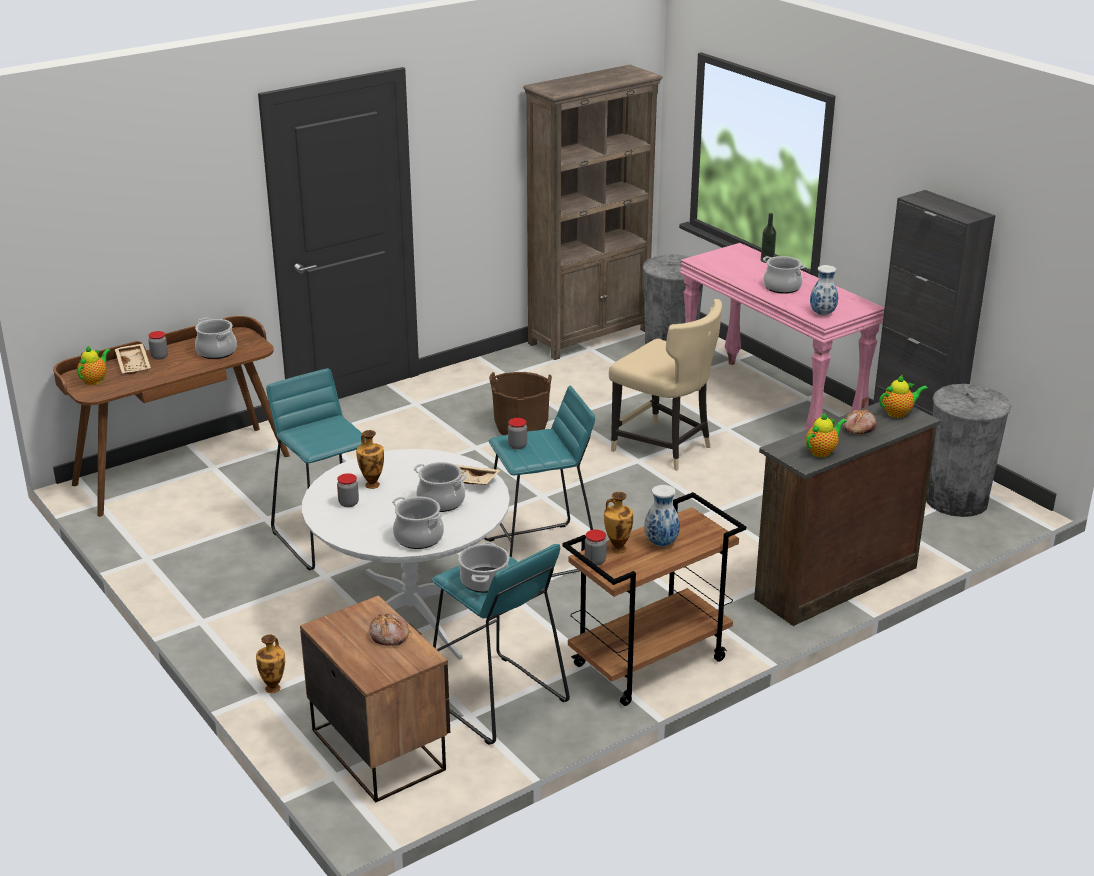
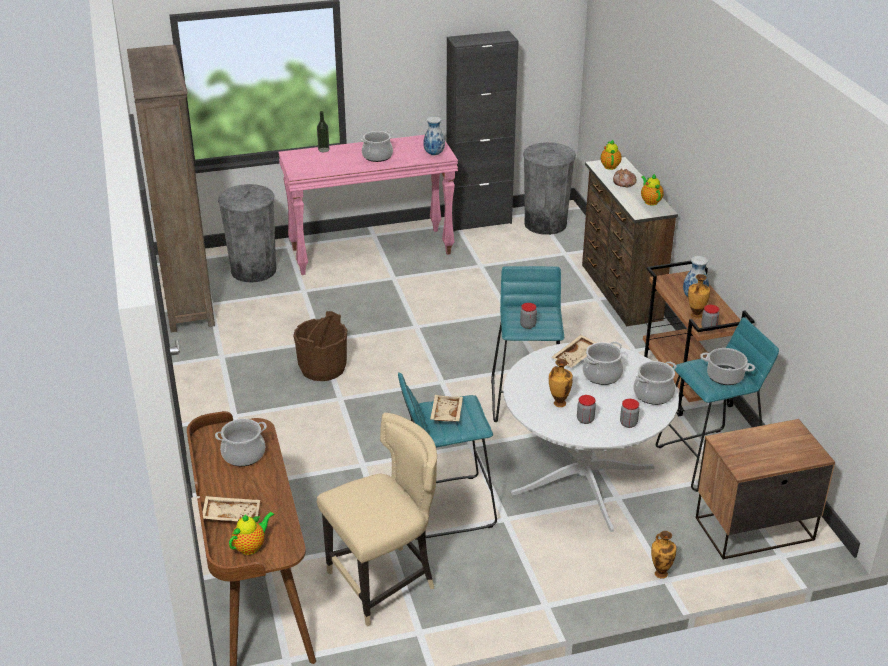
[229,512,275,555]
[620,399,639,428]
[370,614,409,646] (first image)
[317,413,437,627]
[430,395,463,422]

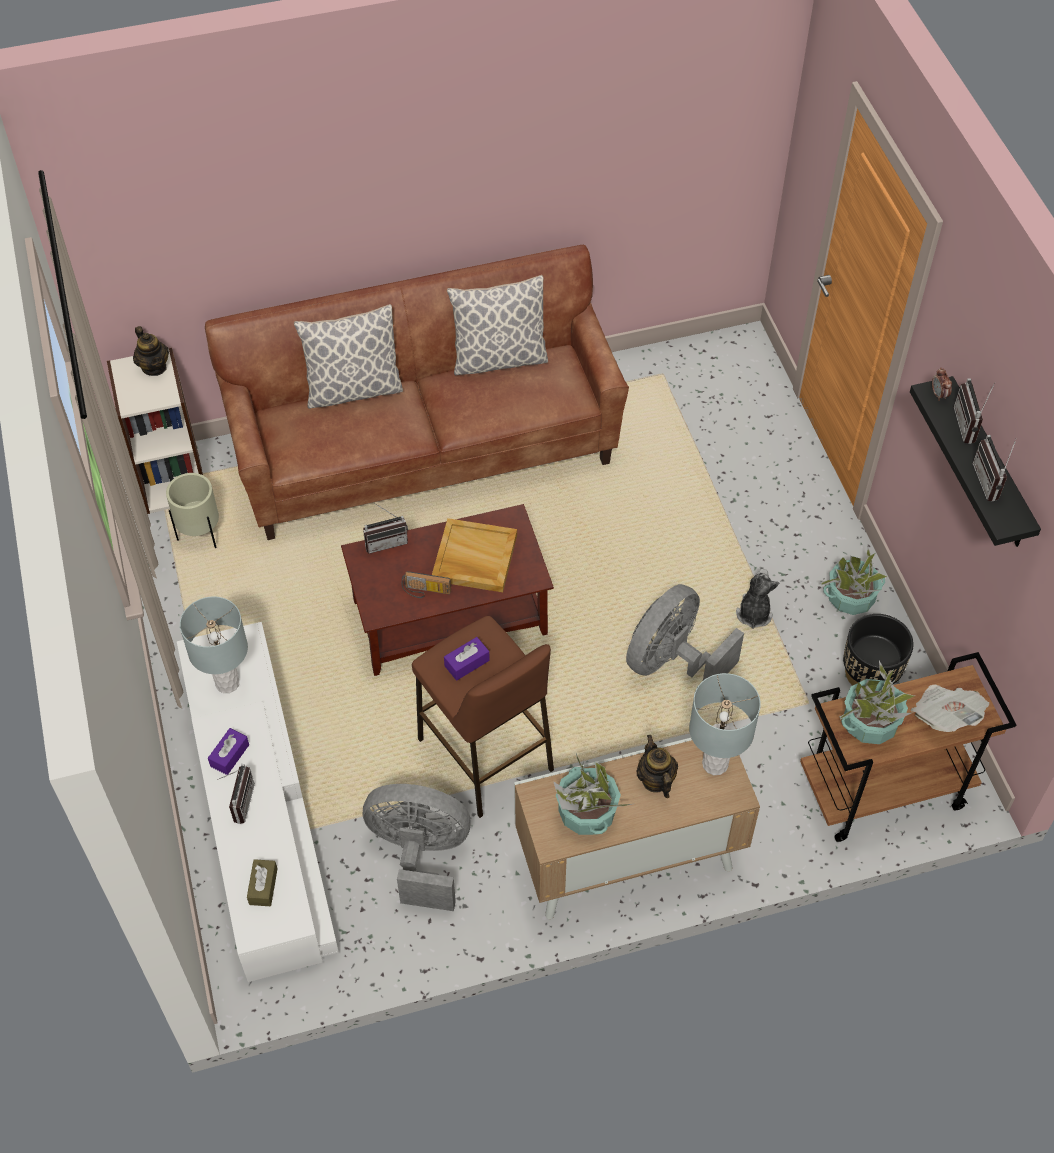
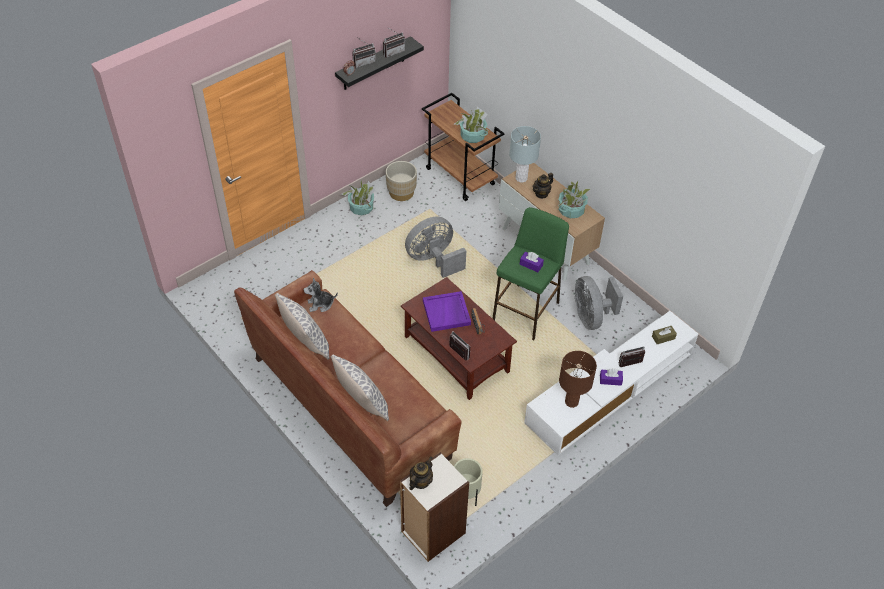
[559,351,597,408]
[492,207,569,340]
[423,291,471,332]
[405,217,466,278]
[303,278,338,312]
[386,161,417,201]
[910,684,989,732] (first image)

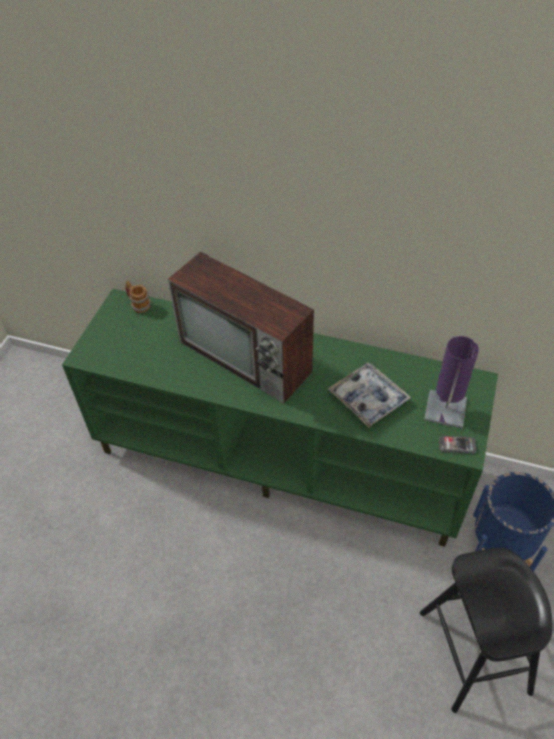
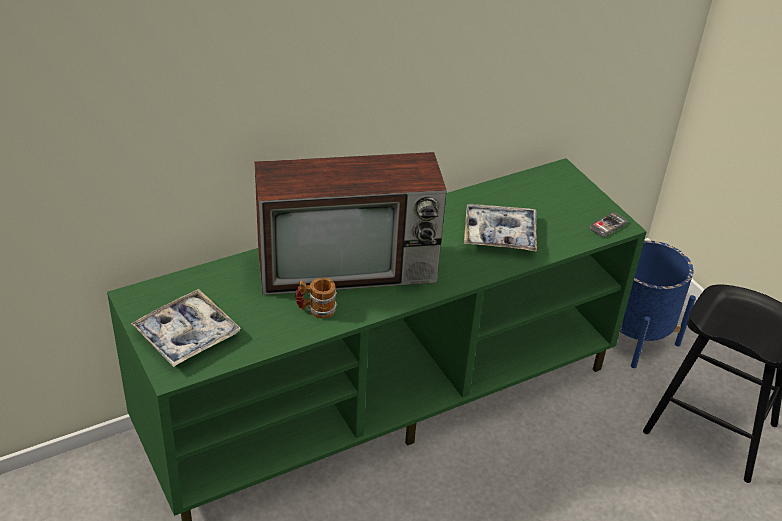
[295,277,337,318]
[424,336,479,428] (first image)
[131,289,241,367]

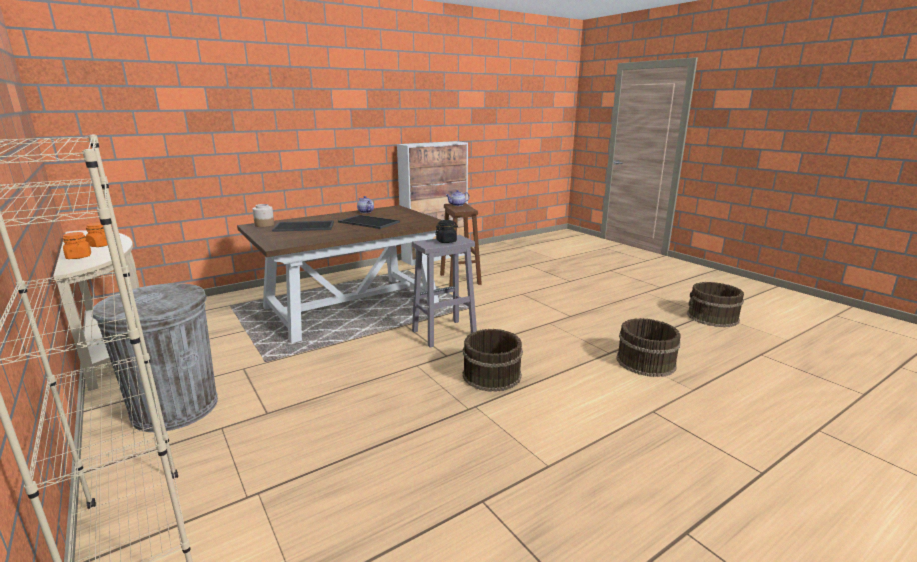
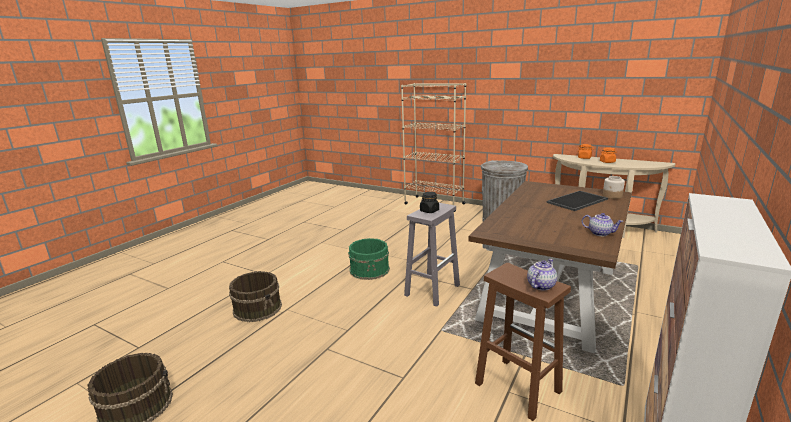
[338,215,400,229] (first image)
[348,238,390,280]

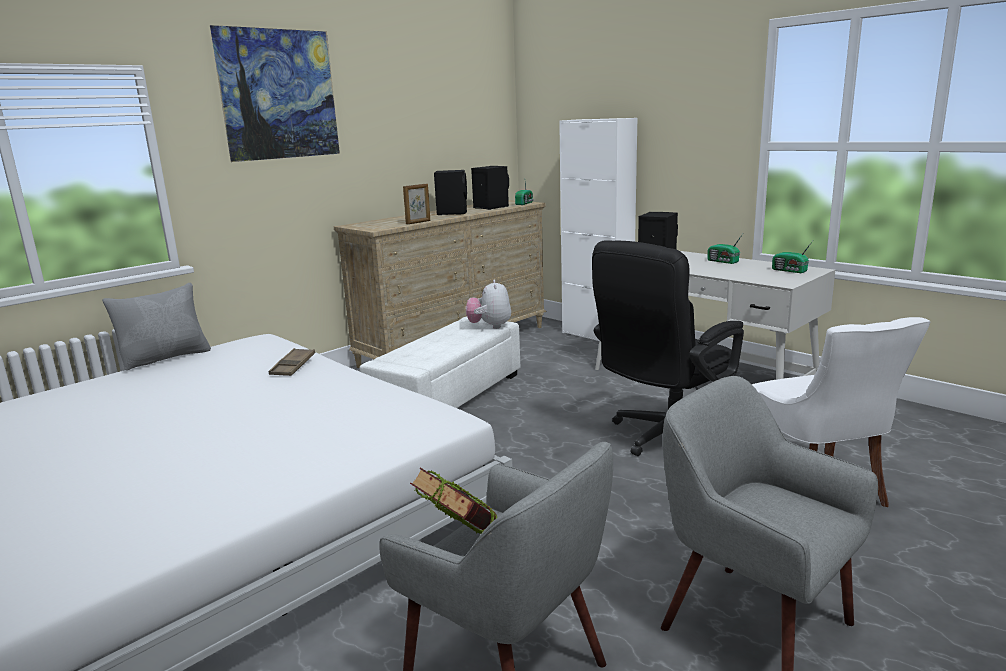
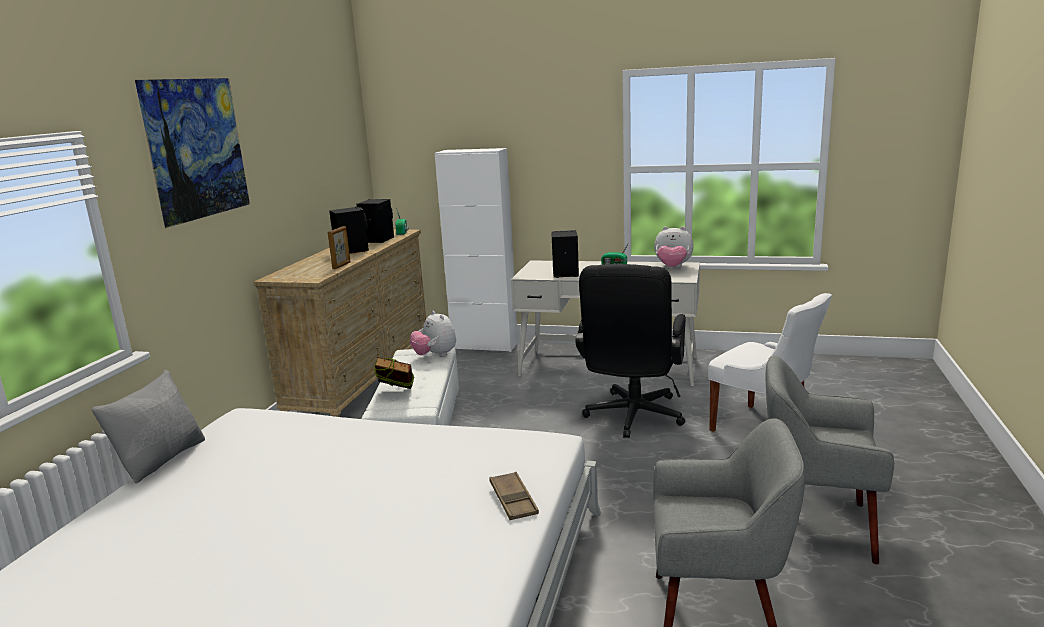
[489,472,539,520]
[374,357,414,389]
[654,226,694,267]

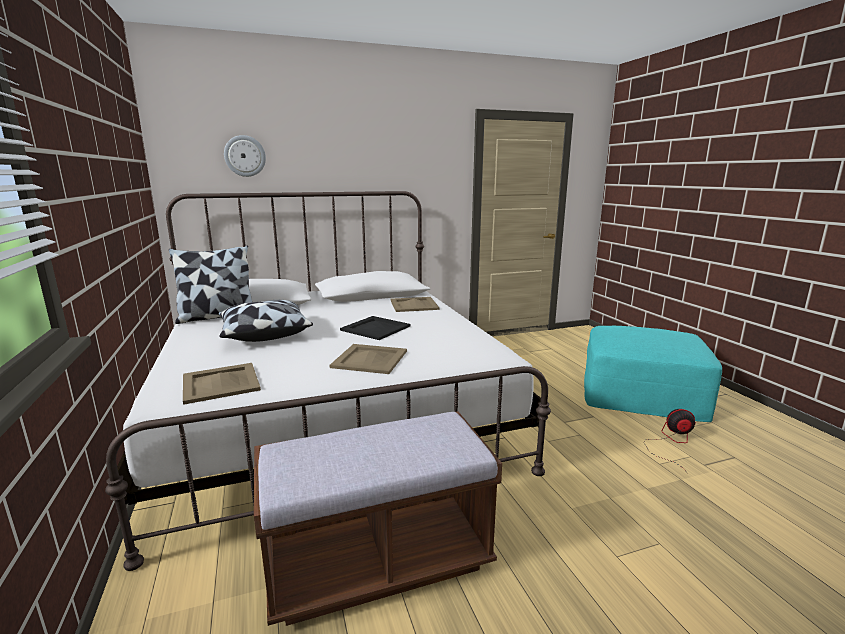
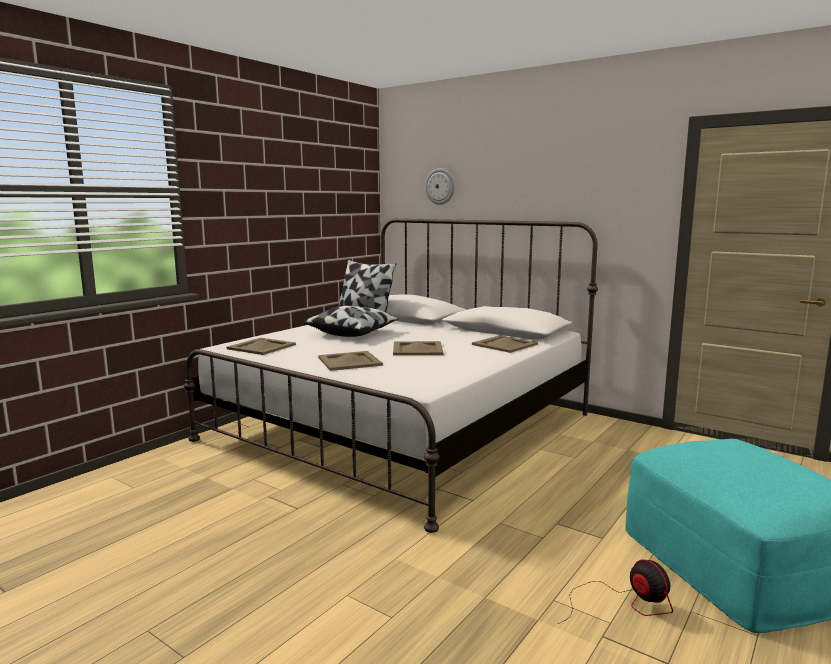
[254,412,502,626] (first image)
[393,341,443,355]

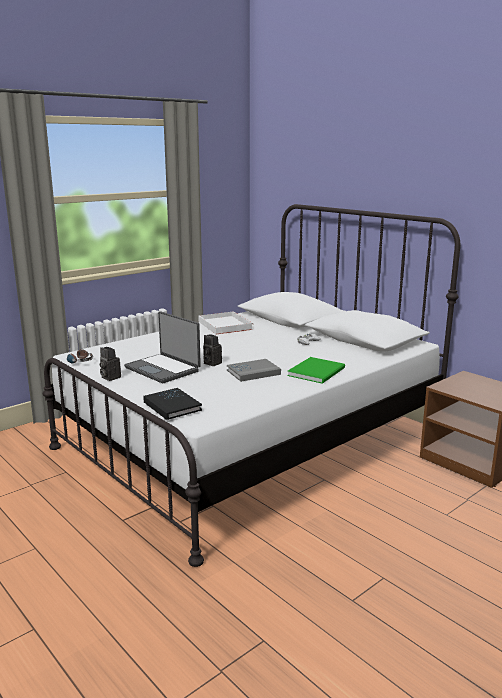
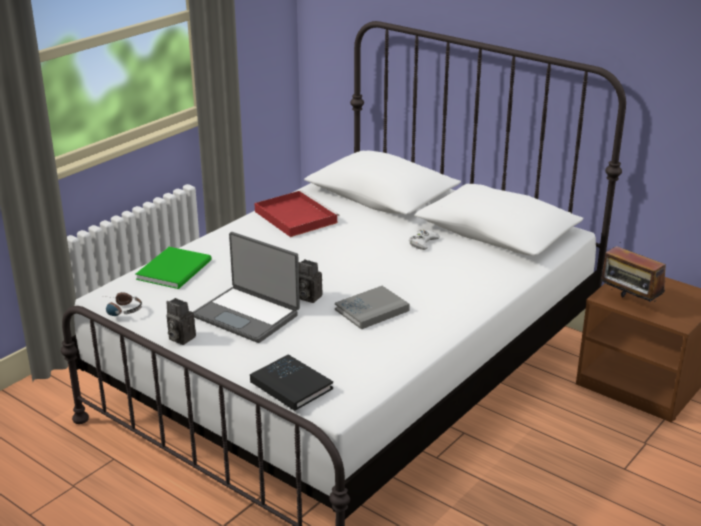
[255,190,339,237]
[136,247,212,289]
[601,242,666,304]

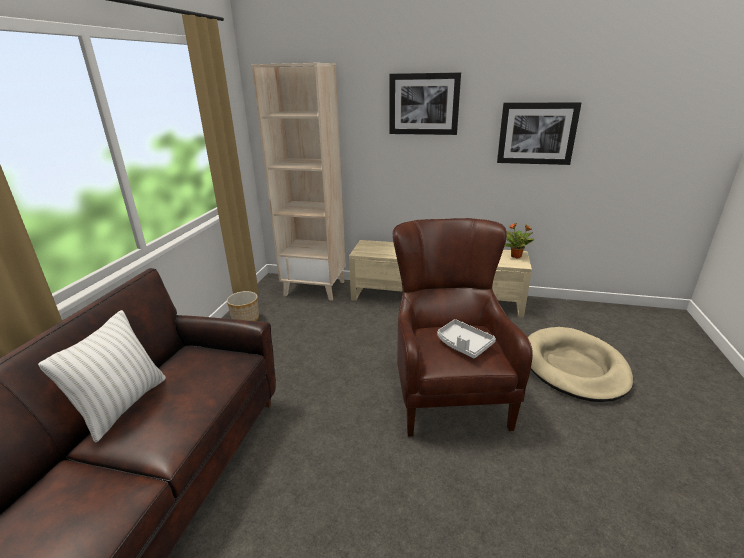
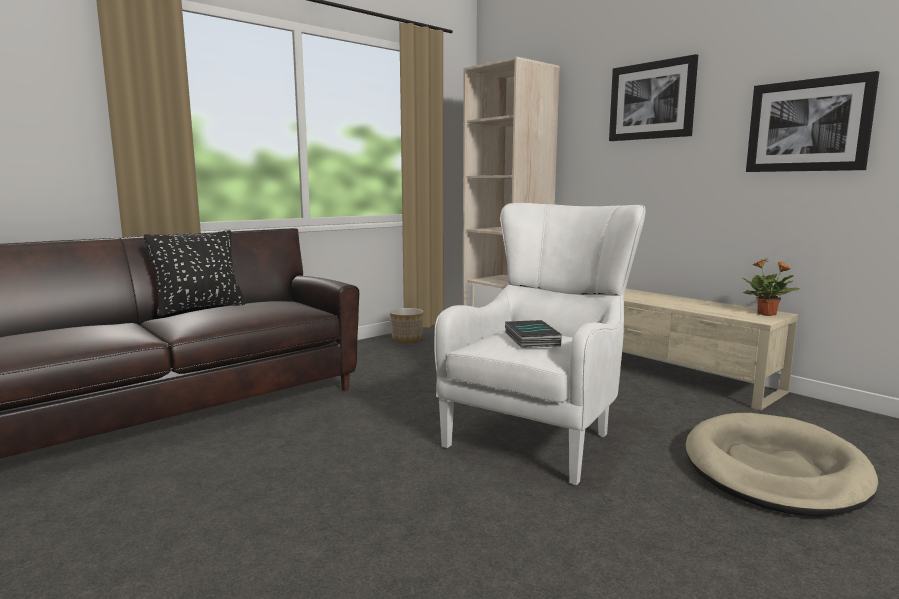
[144,230,245,316]
[434,203,646,485]
[505,320,562,348]

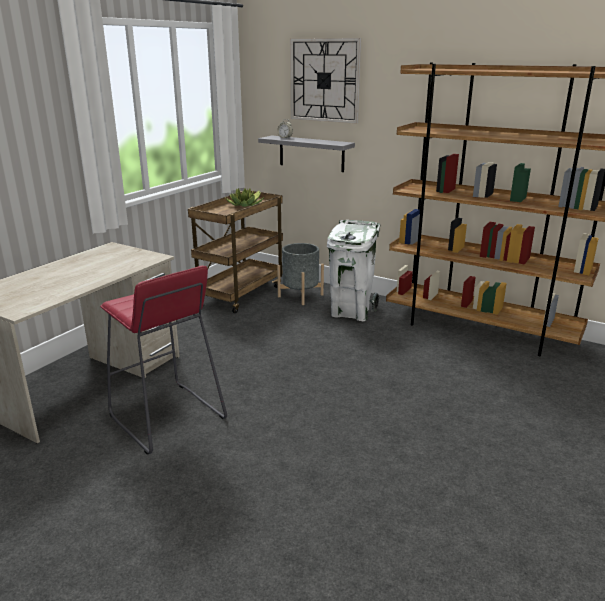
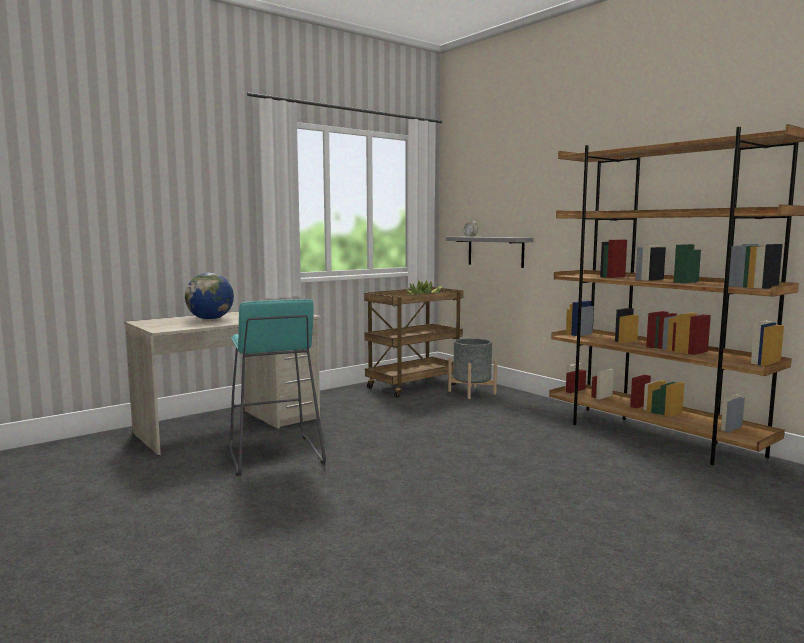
[229,299,326,476]
[290,38,361,124] (first image)
[327,220,380,321] (first image)
[185,273,234,320]

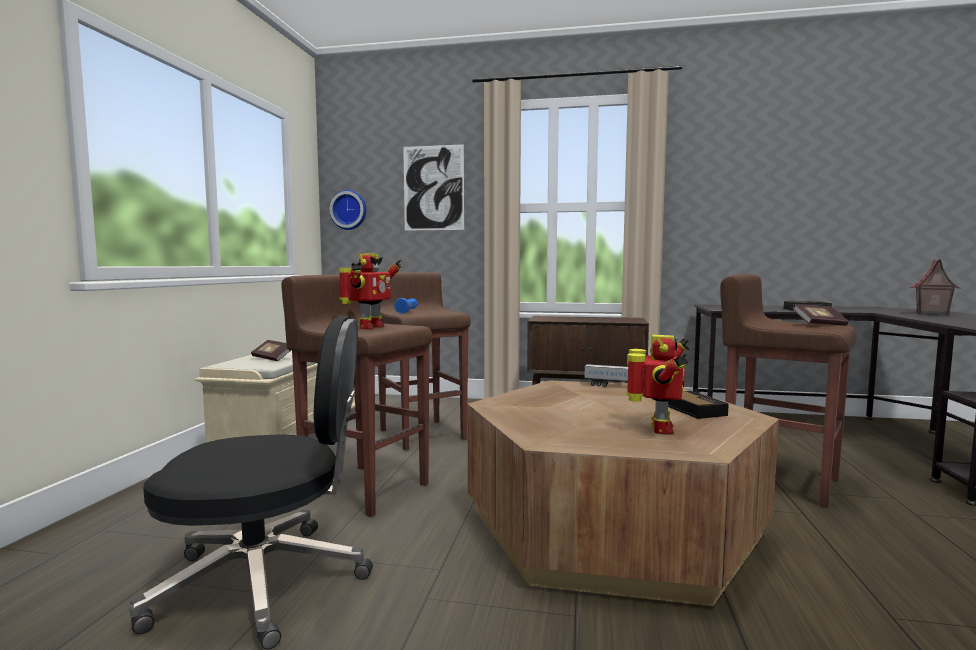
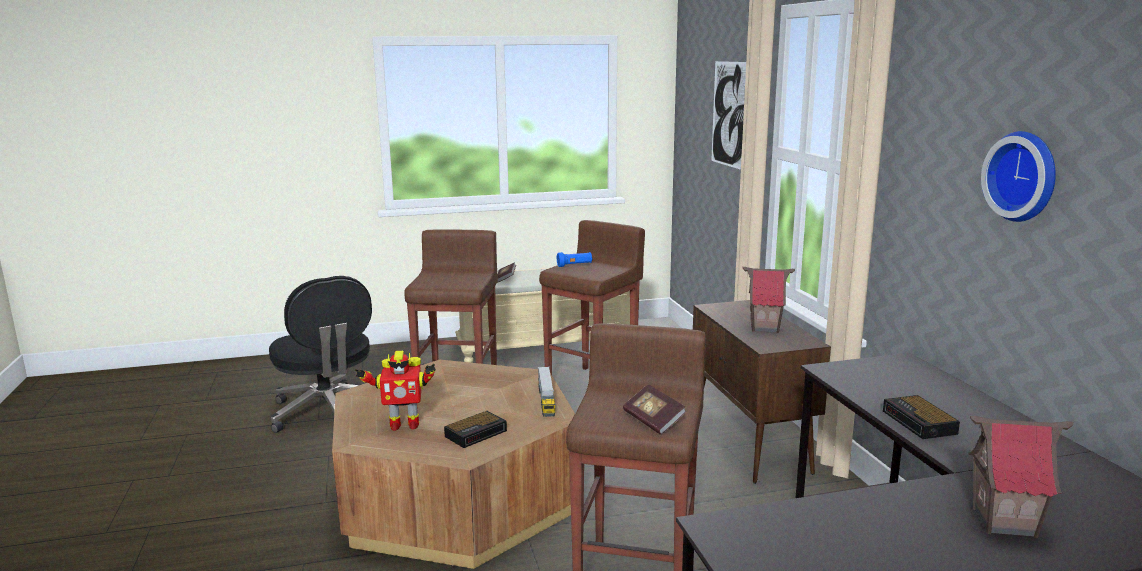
[981,131,1056,222]
[339,254,402,329] (first image)
[743,267,795,333]

